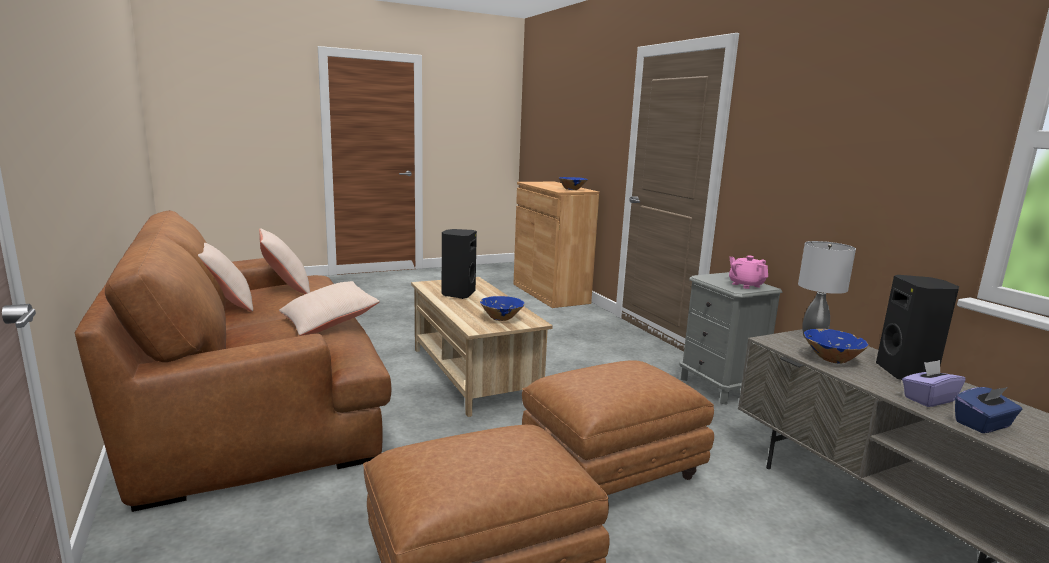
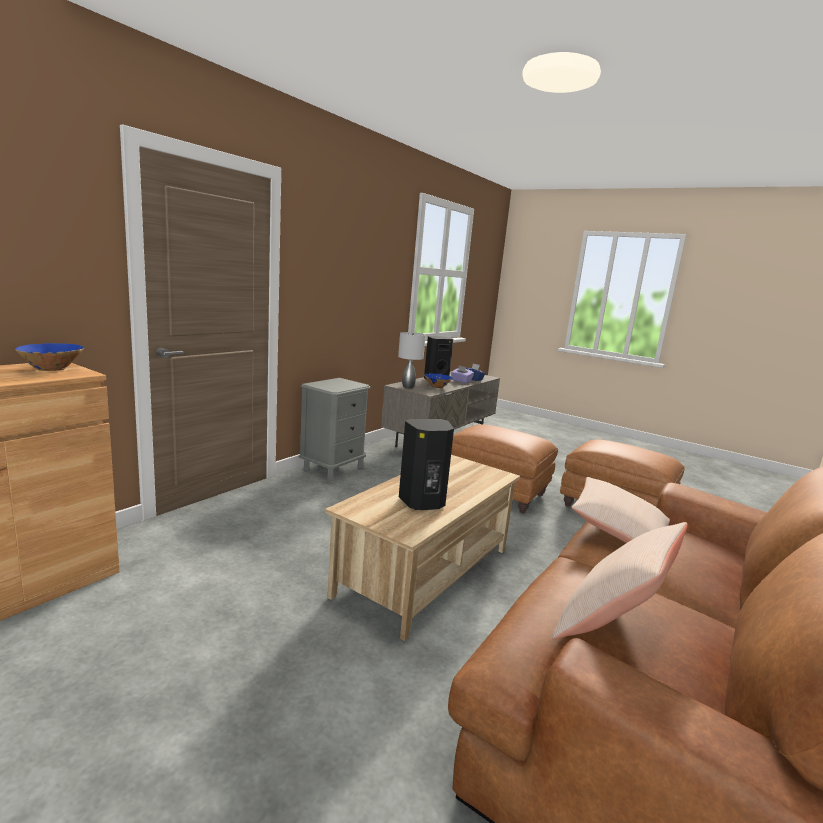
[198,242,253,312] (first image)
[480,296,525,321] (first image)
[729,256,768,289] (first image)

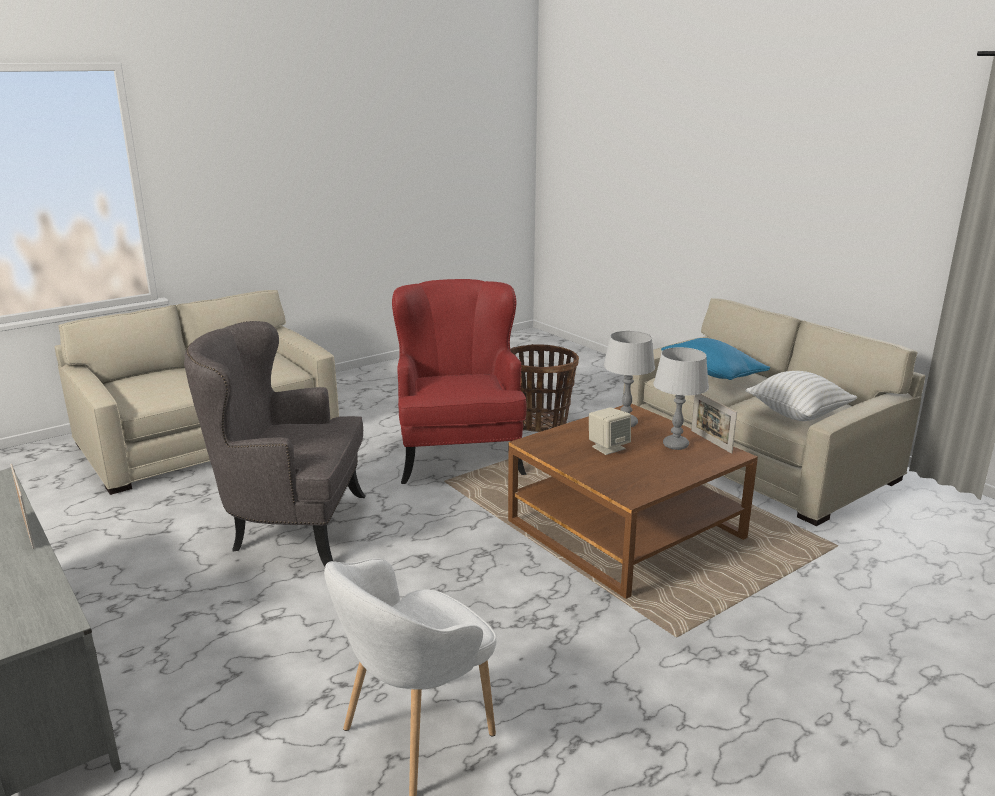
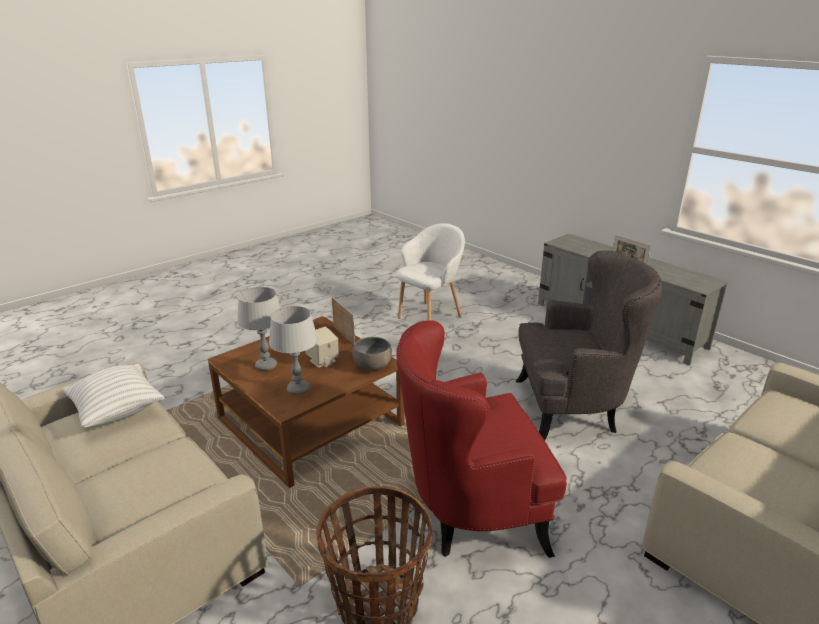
[396,320,567,558]
[661,338,770,380] (first image)
[332,297,355,345]
[353,337,392,371]

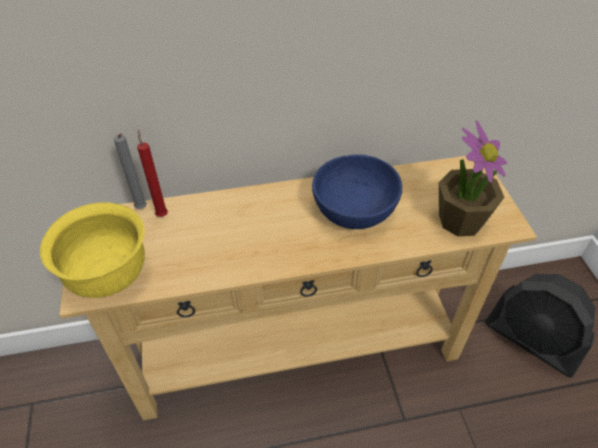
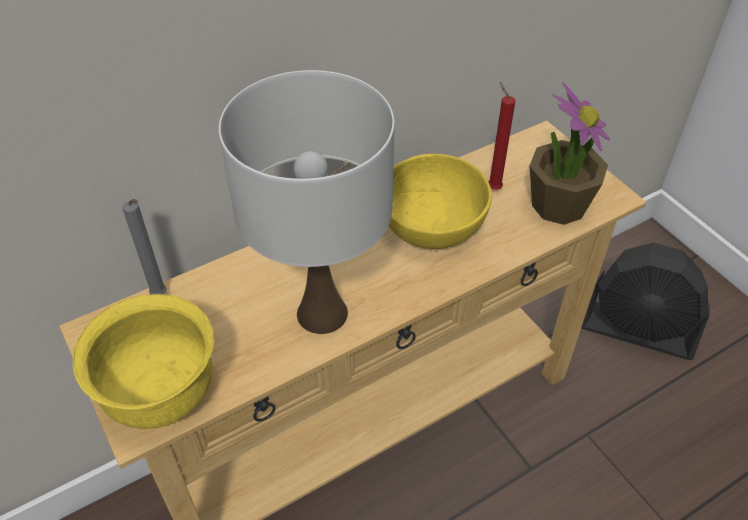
[489,82,515,190]
[389,154,492,249]
[219,70,395,334]

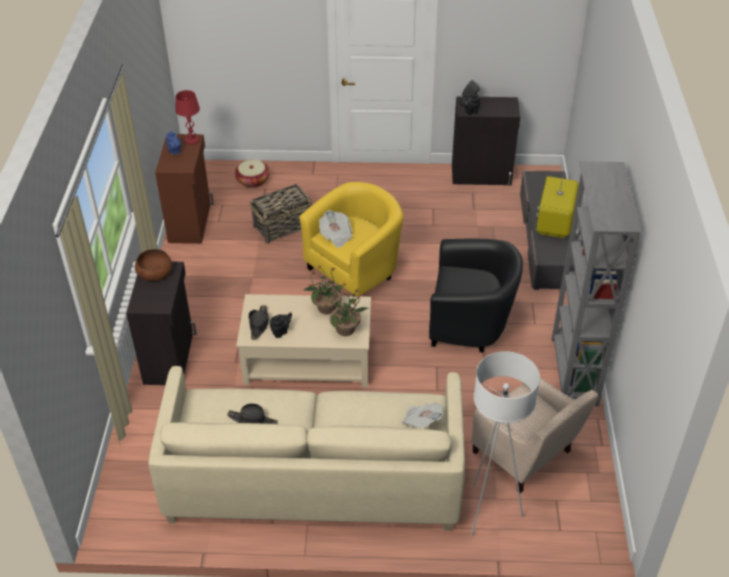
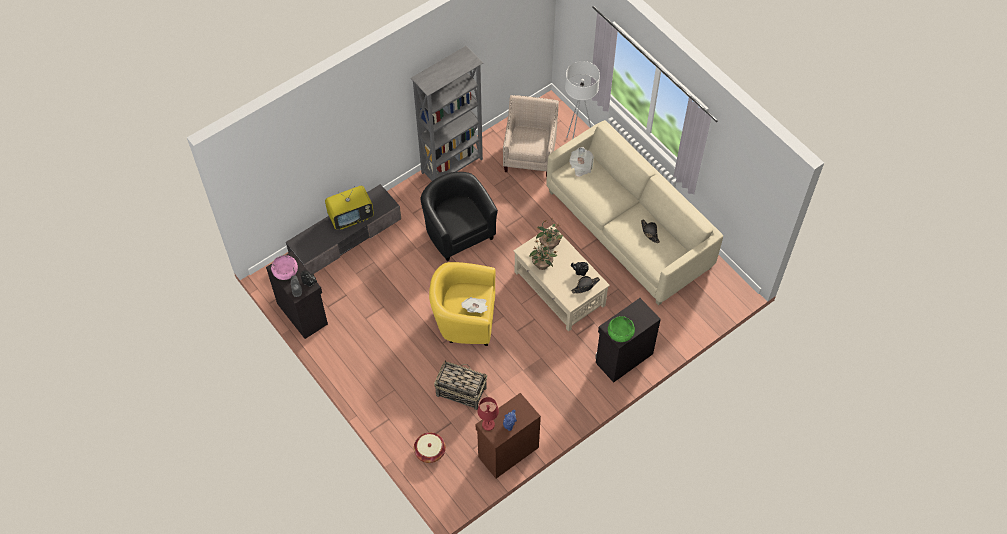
[608,316,635,342]
[271,255,298,280]

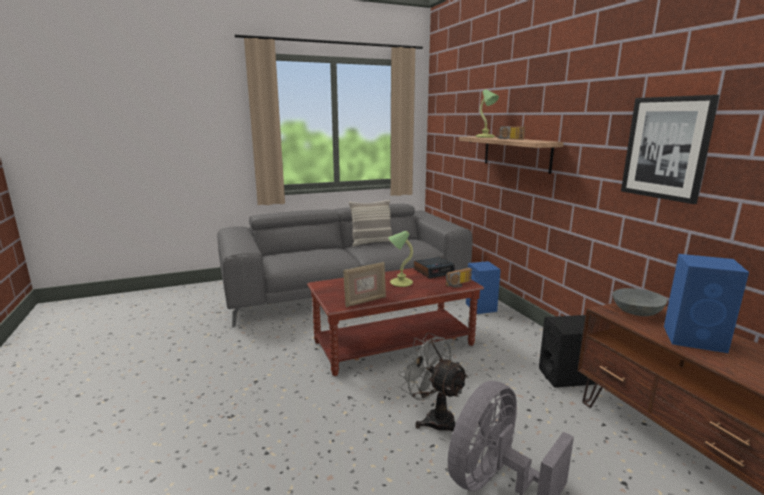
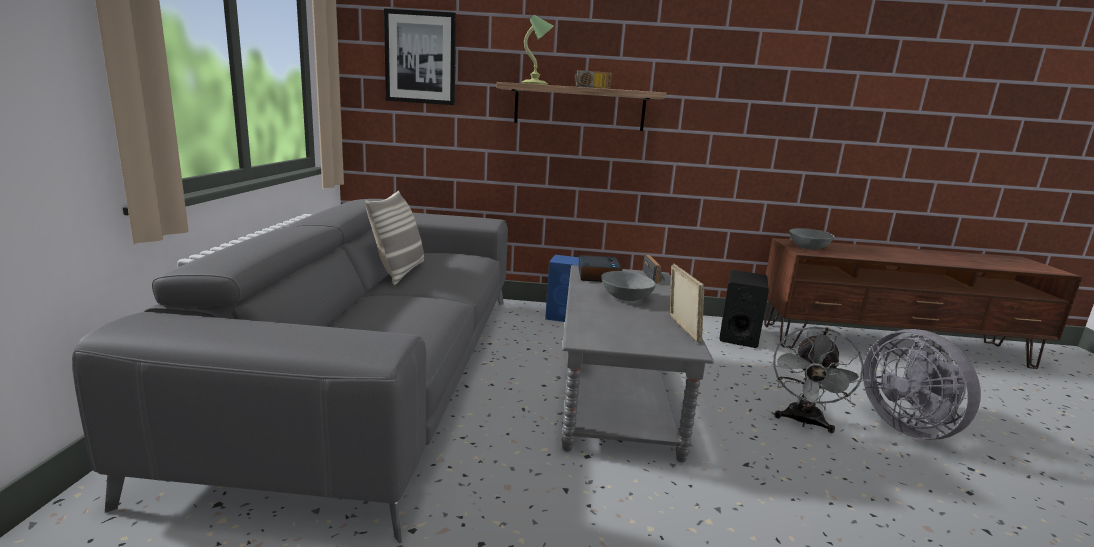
[561,265,714,462]
[601,271,656,301]
[772,326,864,433]
[384,8,456,105]
[664,254,749,353] (first image)

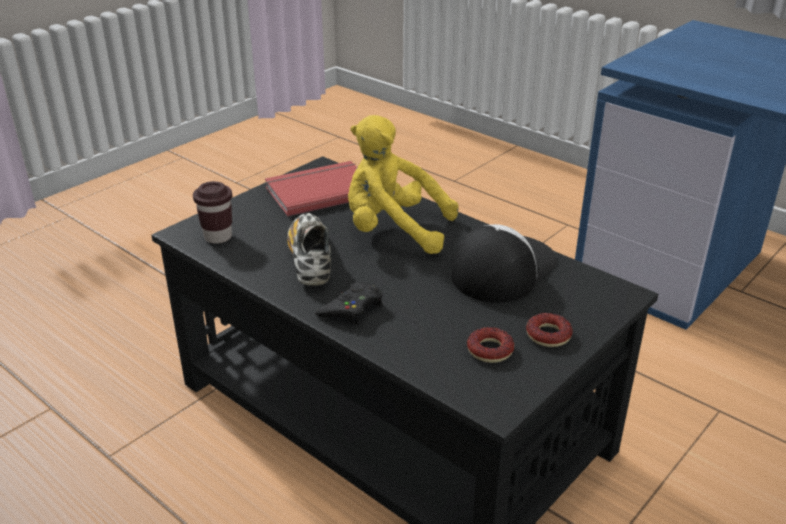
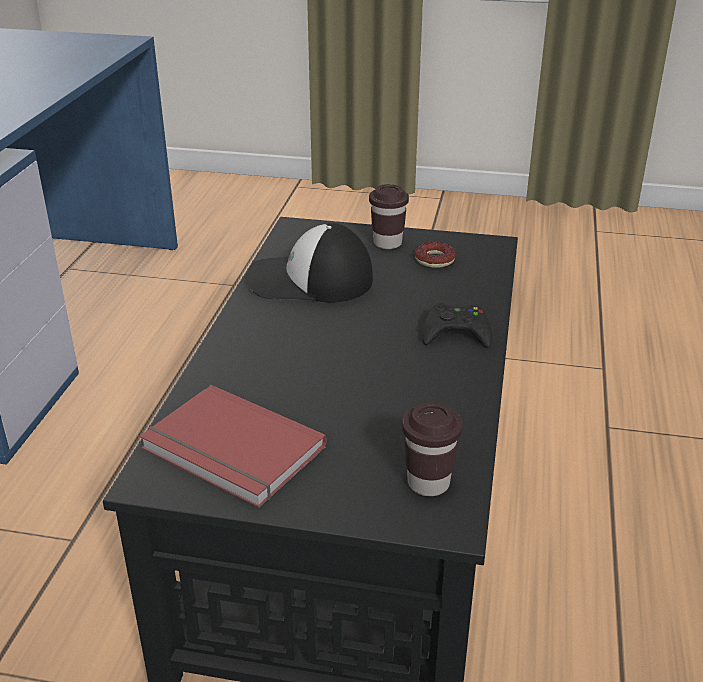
[287,213,331,286] (first image)
[348,115,458,254] (first image)
[369,184,409,249]

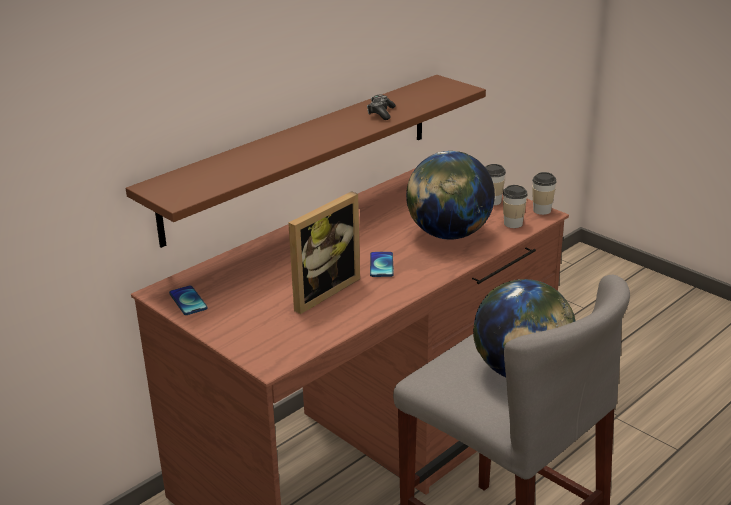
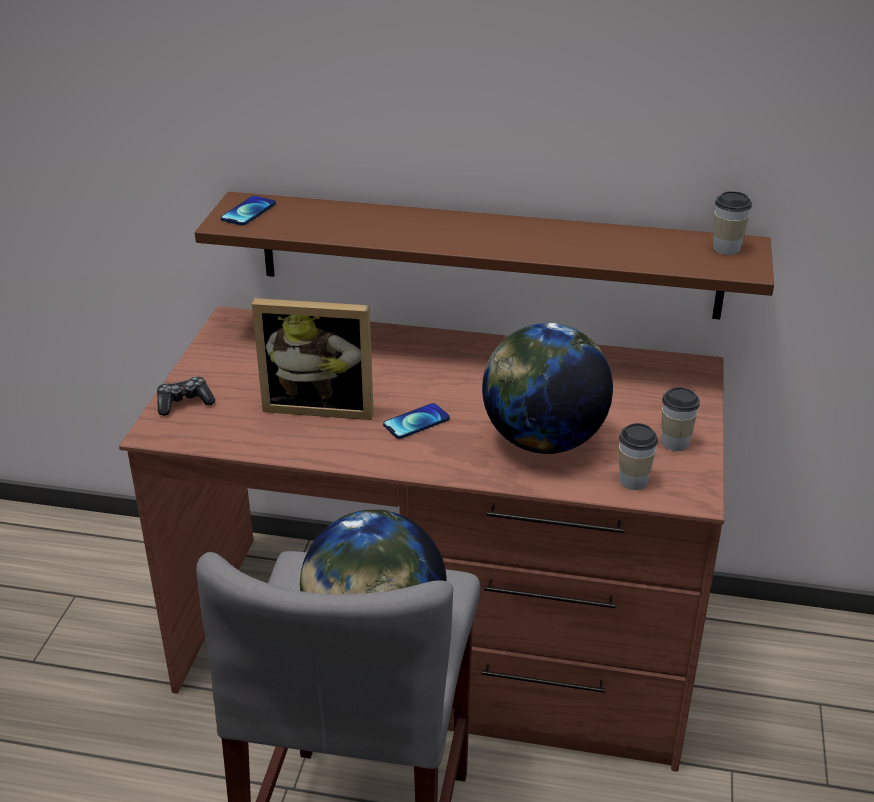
[221,196,276,225]
[157,377,215,416]
[713,191,752,255]

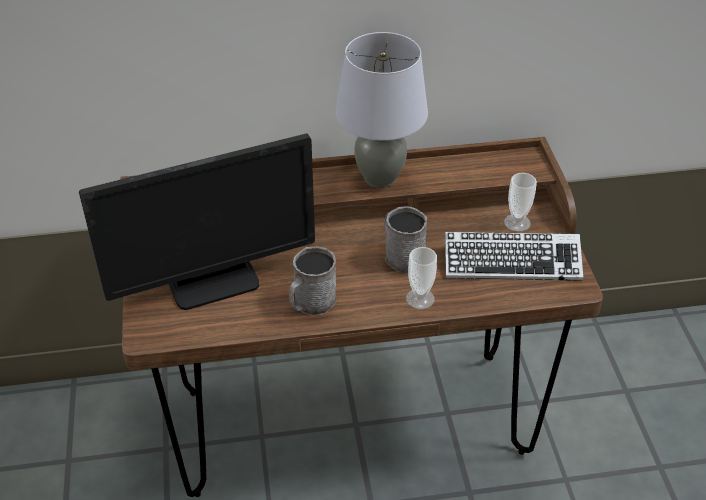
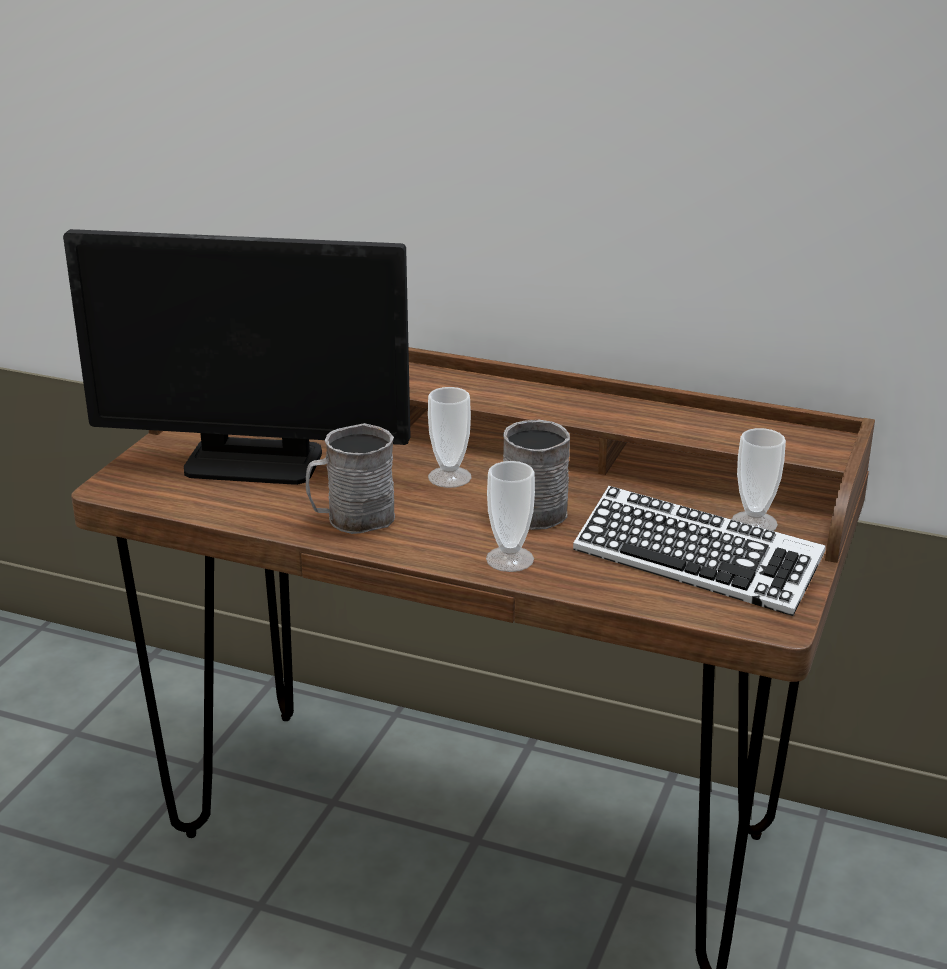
[335,32,428,188] (first image)
[428,387,472,488]

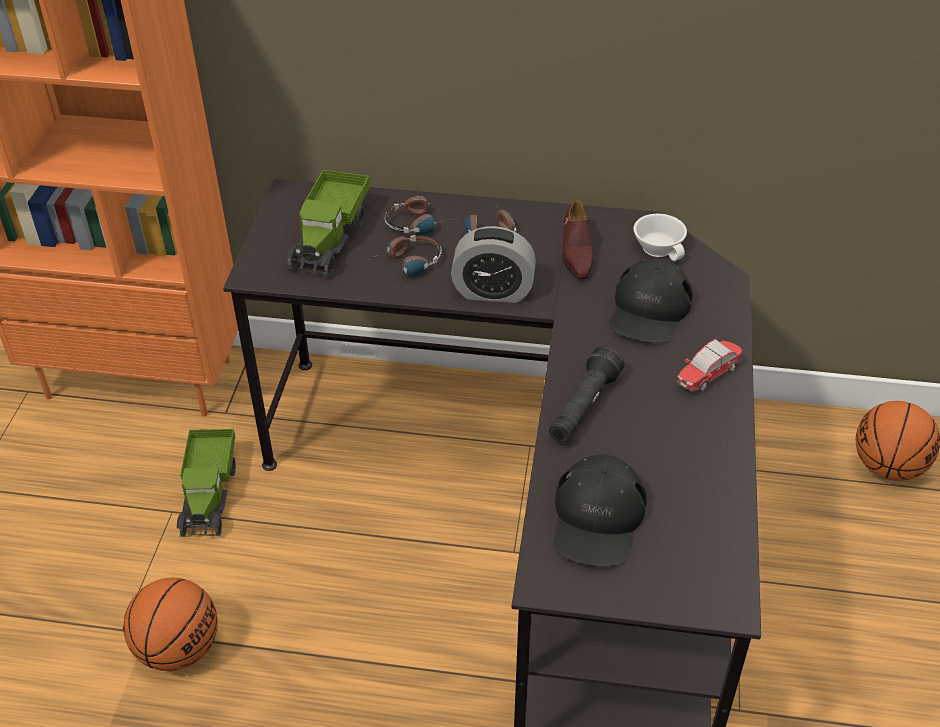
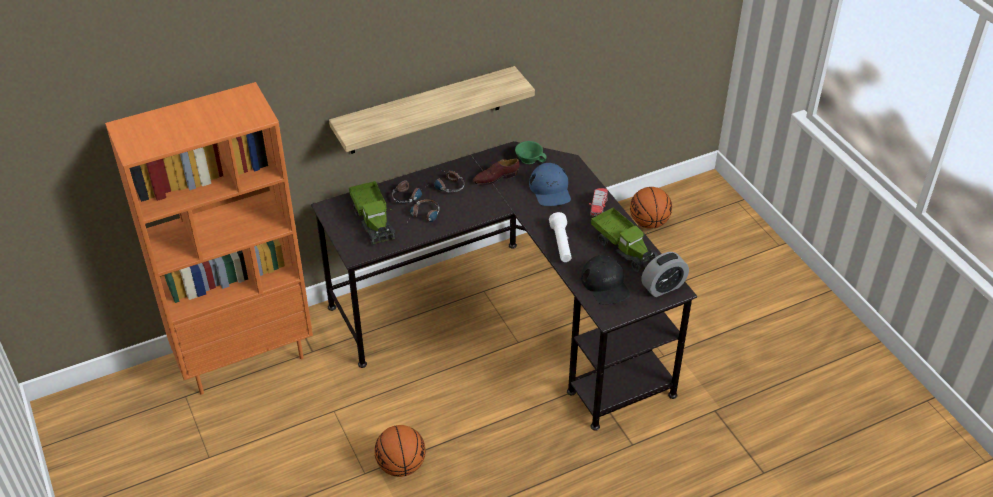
[591,208,658,272]
[641,252,689,297]
[549,212,571,262]
[473,159,519,185]
[529,163,571,206]
[515,141,547,164]
[329,66,535,154]

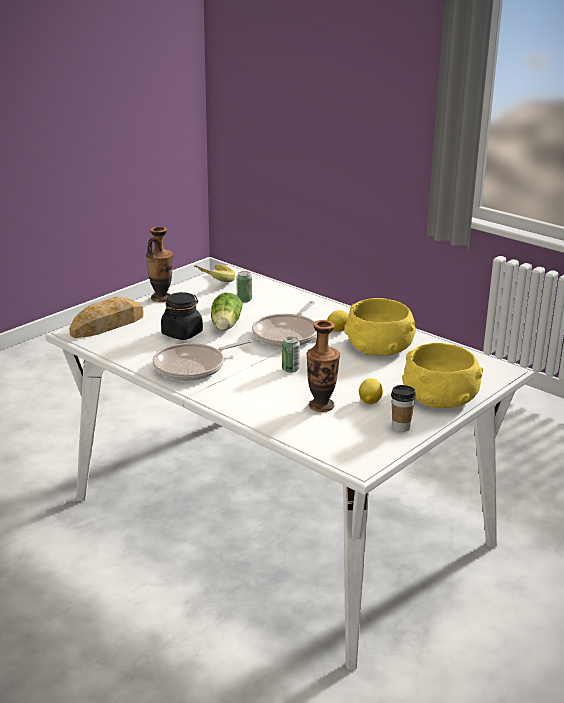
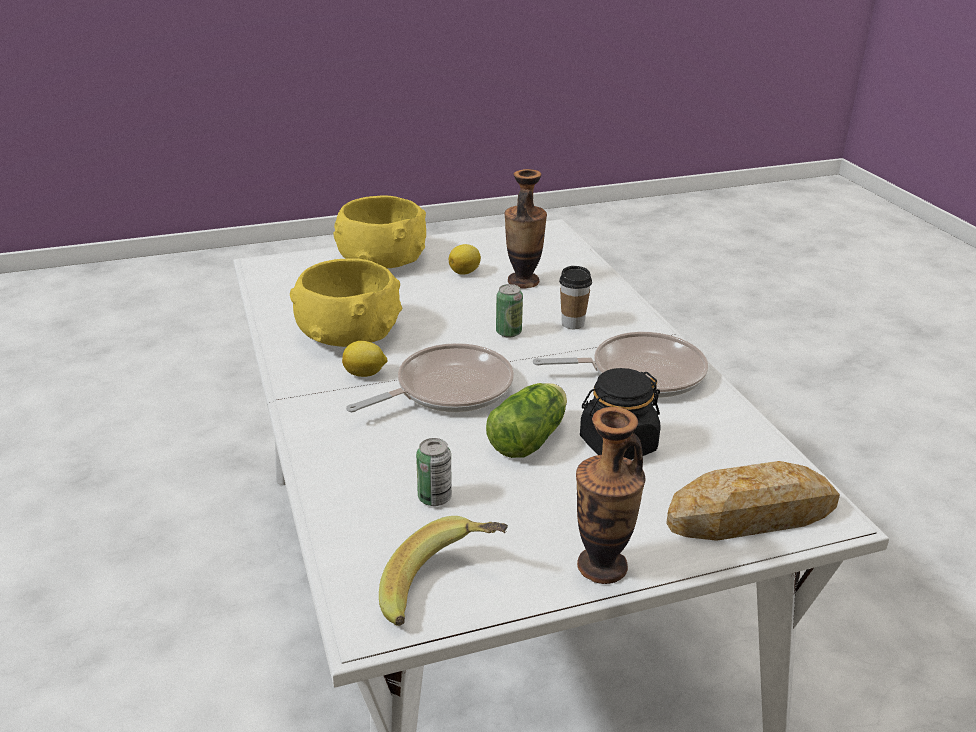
[559,266,592,329]

